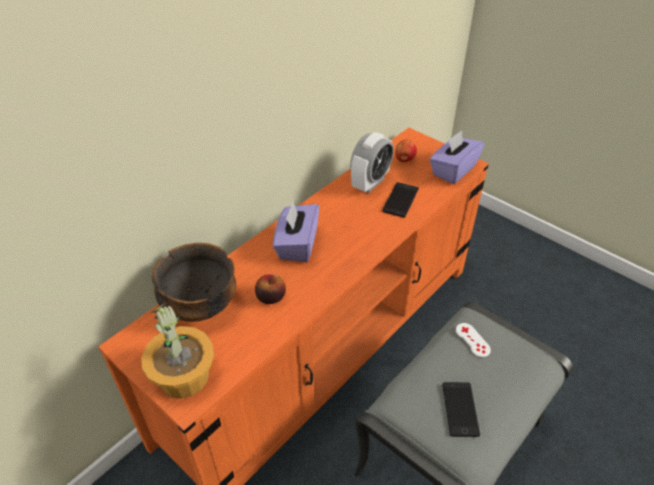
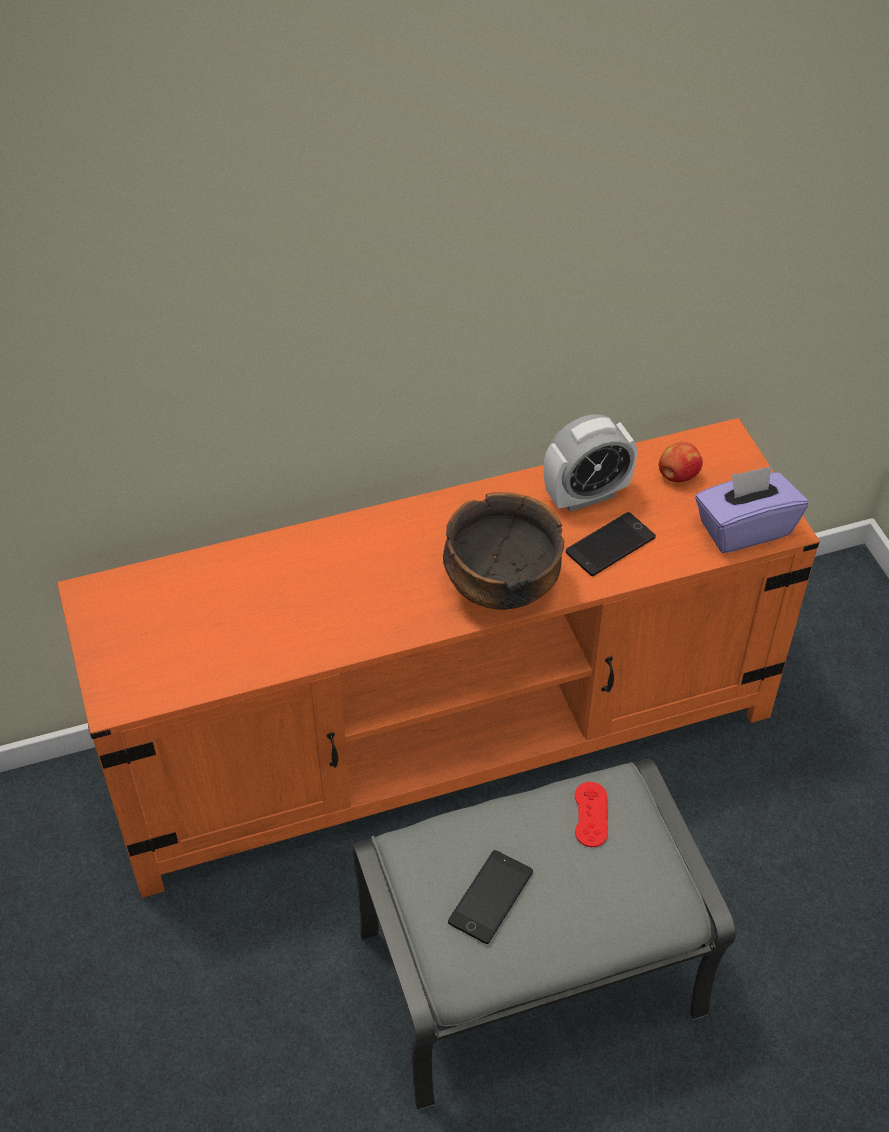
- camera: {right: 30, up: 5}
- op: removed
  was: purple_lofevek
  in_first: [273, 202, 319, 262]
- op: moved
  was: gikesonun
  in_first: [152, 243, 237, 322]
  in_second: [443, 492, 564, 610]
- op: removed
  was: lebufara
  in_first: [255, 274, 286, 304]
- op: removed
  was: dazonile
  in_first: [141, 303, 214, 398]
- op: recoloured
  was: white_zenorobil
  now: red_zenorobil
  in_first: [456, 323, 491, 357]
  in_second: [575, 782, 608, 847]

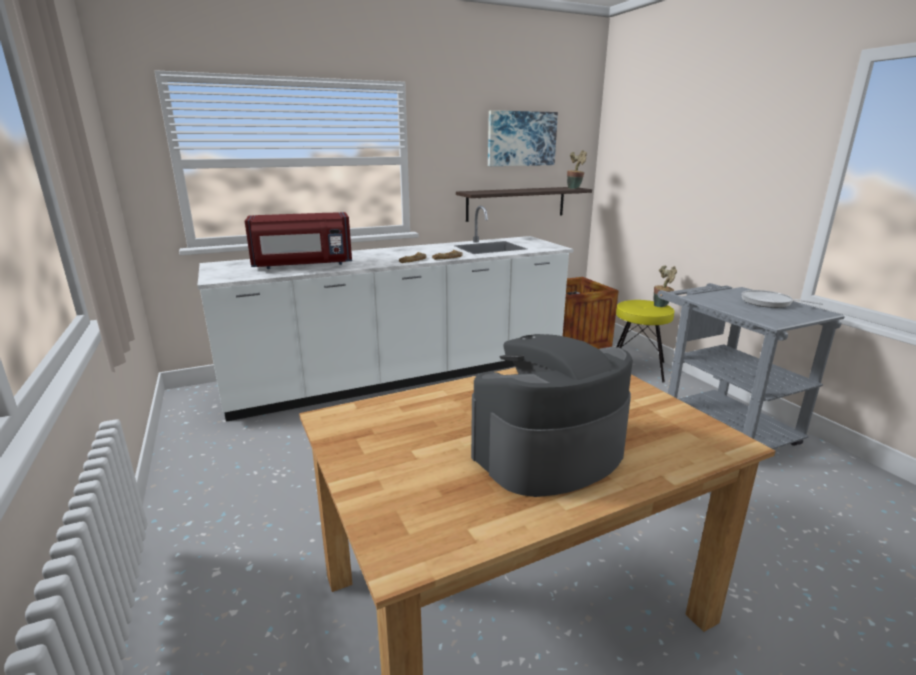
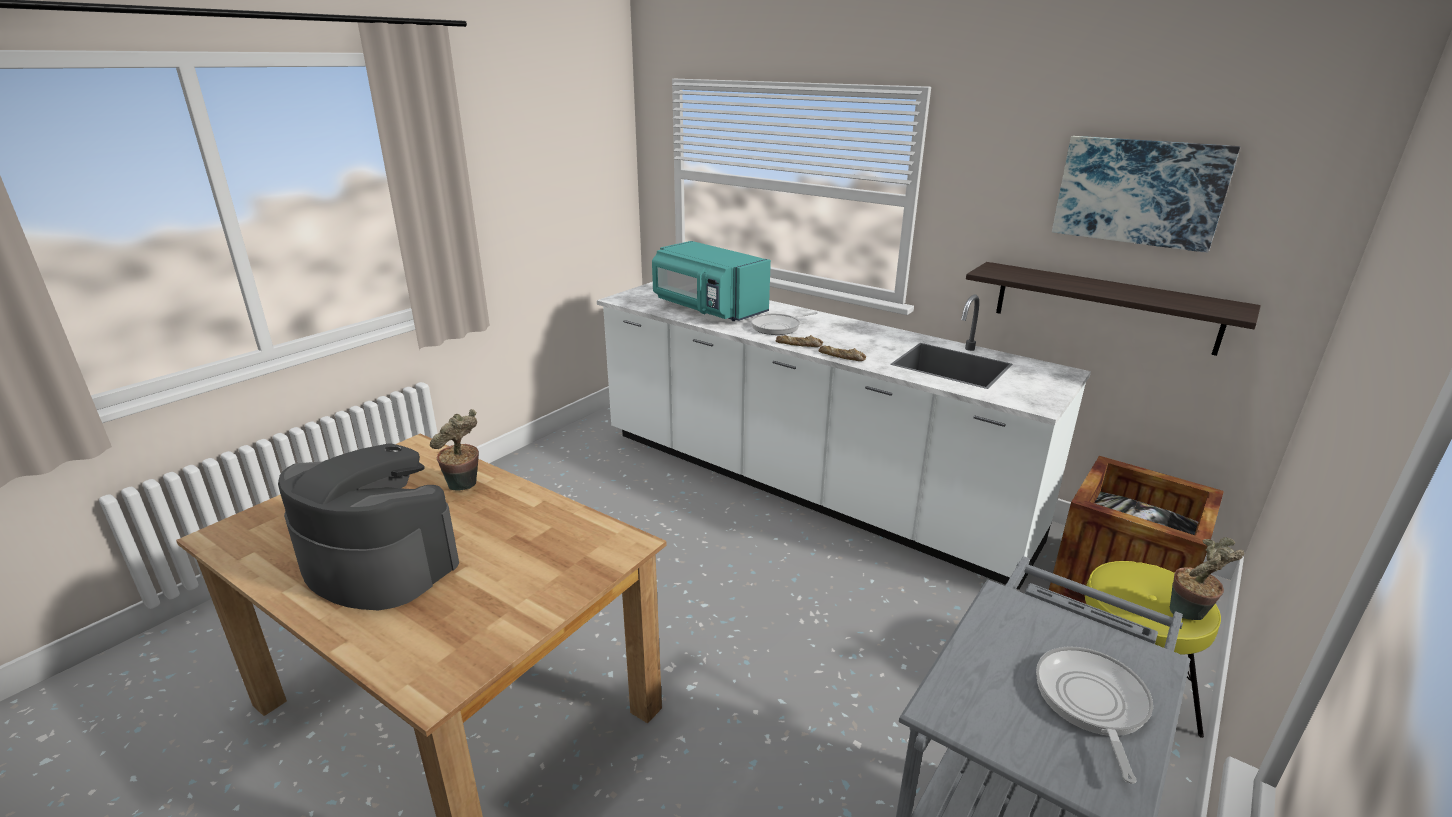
- camera: {right: 60, up: 5}
- op: moved
  was: dazonile
  in_first: [567, 150, 587, 189]
  in_second: [430, 409, 479, 491]
- op: recoloured
  was: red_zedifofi
  now: turquoise_zedifofi
  in_first: [245, 212, 352, 269]
  in_second: [652, 241, 771, 321]
- op: added
  now: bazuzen
  in_second: [751, 312, 818, 335]

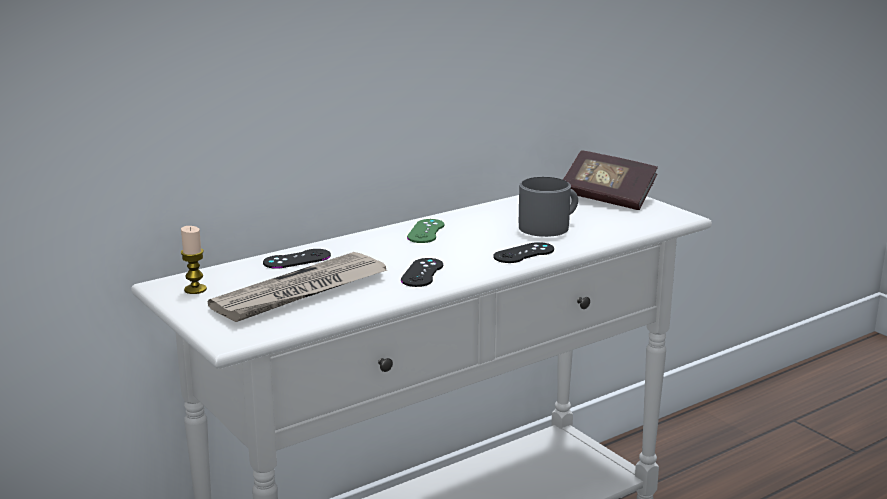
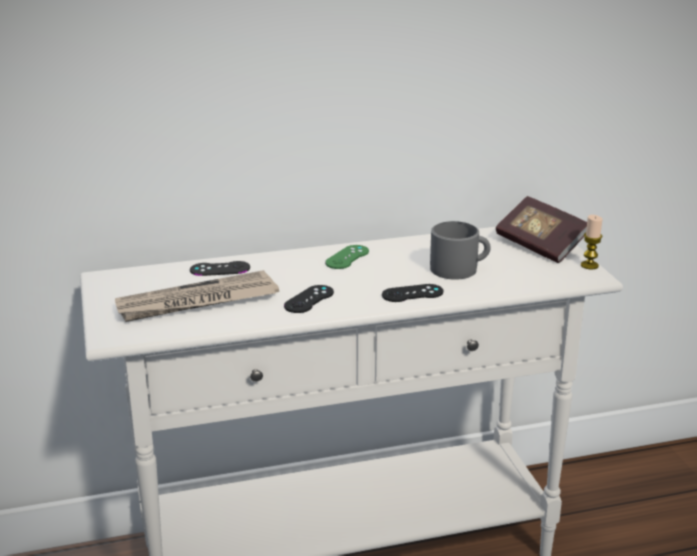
- camera: {right: 20, up: 5}
- op: moved
  was: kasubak
  in_first: [181, 226, 207, 294]
  in_second: [581, 215, 603, 269]

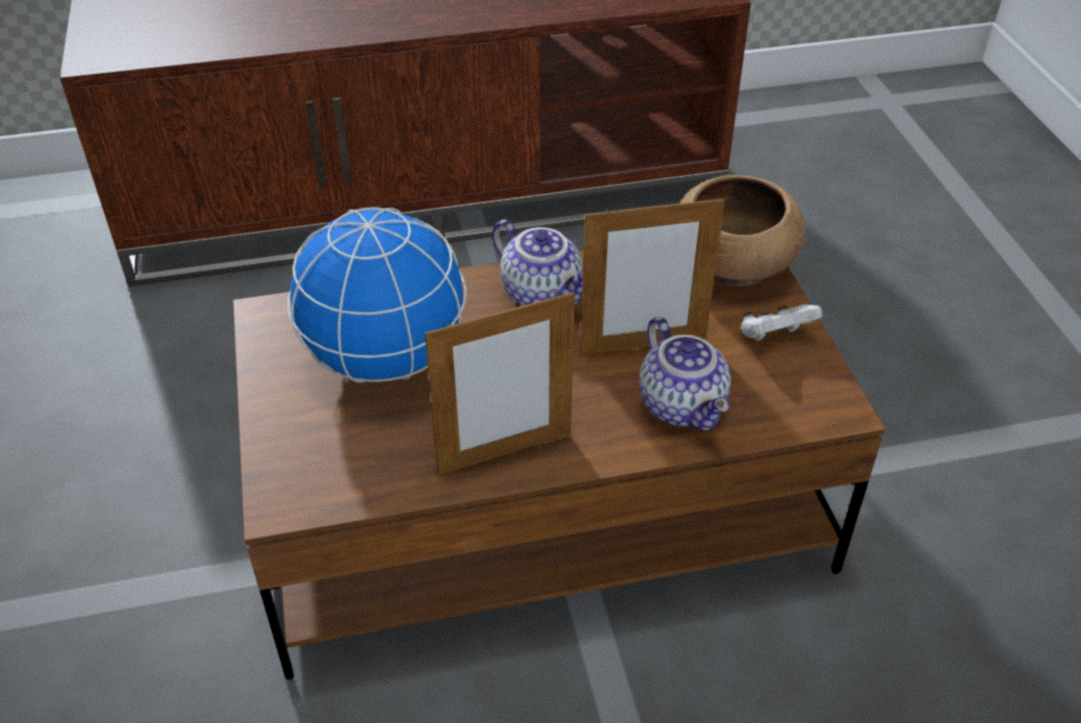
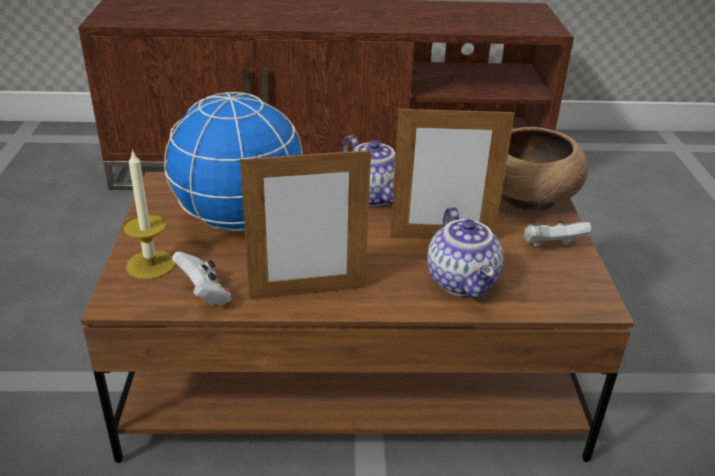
- camera: {right: 10, up: -10}
- op: added
  now: kasubak
  in_second: [123, 149, 175, 280]
- op: added
  now: white_zenorobil
  in_second: [172, 251, 231, 306]

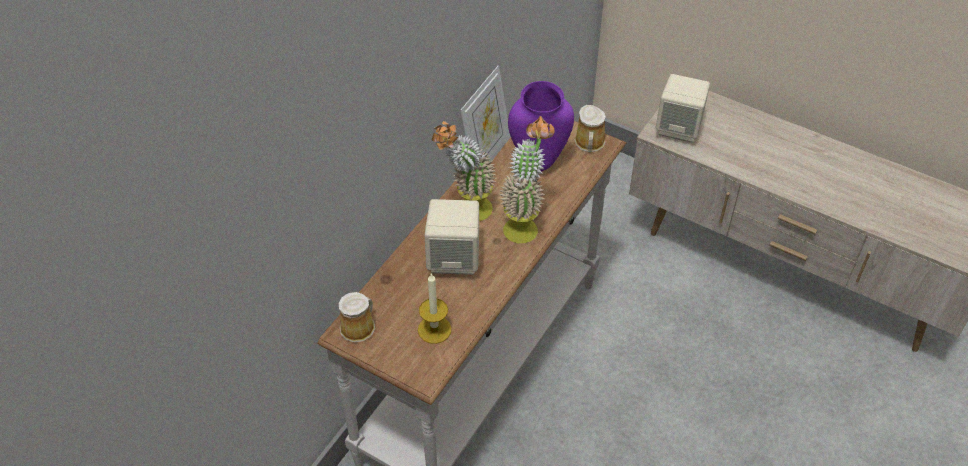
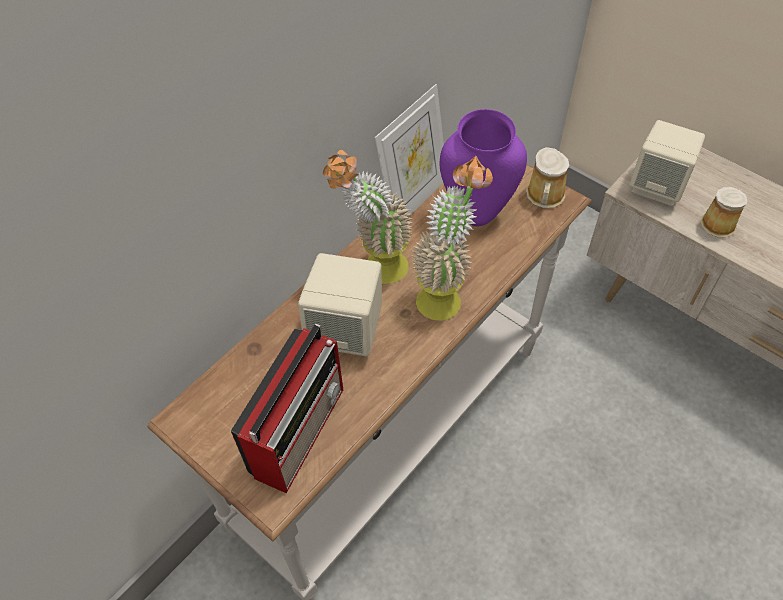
- camera: {right: 10, up: 5}
- op: replaced
  was: kasubak
  now: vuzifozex
  in_first: [418, 273, 452, 344]
  in_second: [231, 324, 343, 493]
- op: moved
  was: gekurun
  in_first: [339, 292, 375, 342]
  in_second: [701, 187, 748, 237]

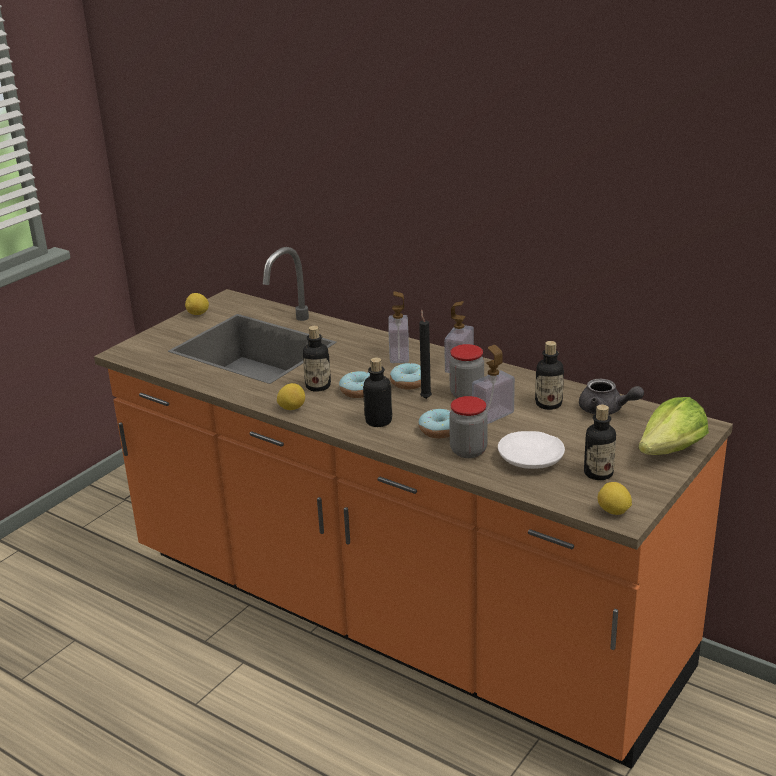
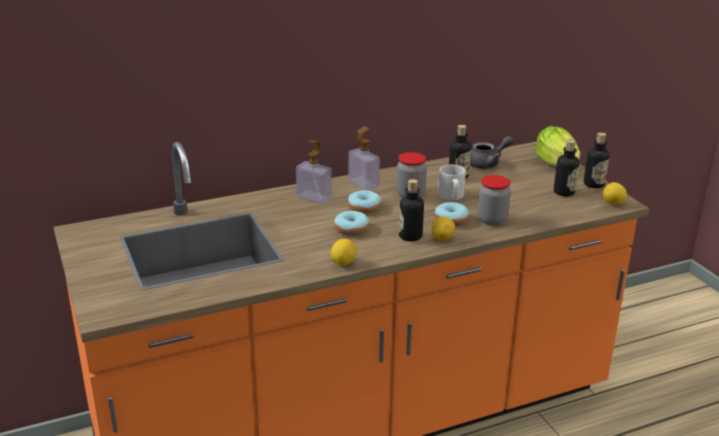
- camera: {right: -60, up: 0}
- op: moved
  was: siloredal
  in_first: [185, 293, 209, 315]
  in_second: [431, 217, 455, 241]
- op: removed
  was: black_kasubak
  in_first: [419, 309, 432, 399]
- op: moved
  was: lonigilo
  in_first: [303, 326, 331, 392]
  in_second: [584, 132, 610, 188]
- op: replaced
  was: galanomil
  now: grey_gekurun
  in_first: [472, 345, 515, 424]
  in_second: [438, 165, 466, 200]
- op: removed
  was: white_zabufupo
  in_first: [498, 431, 565, 469]

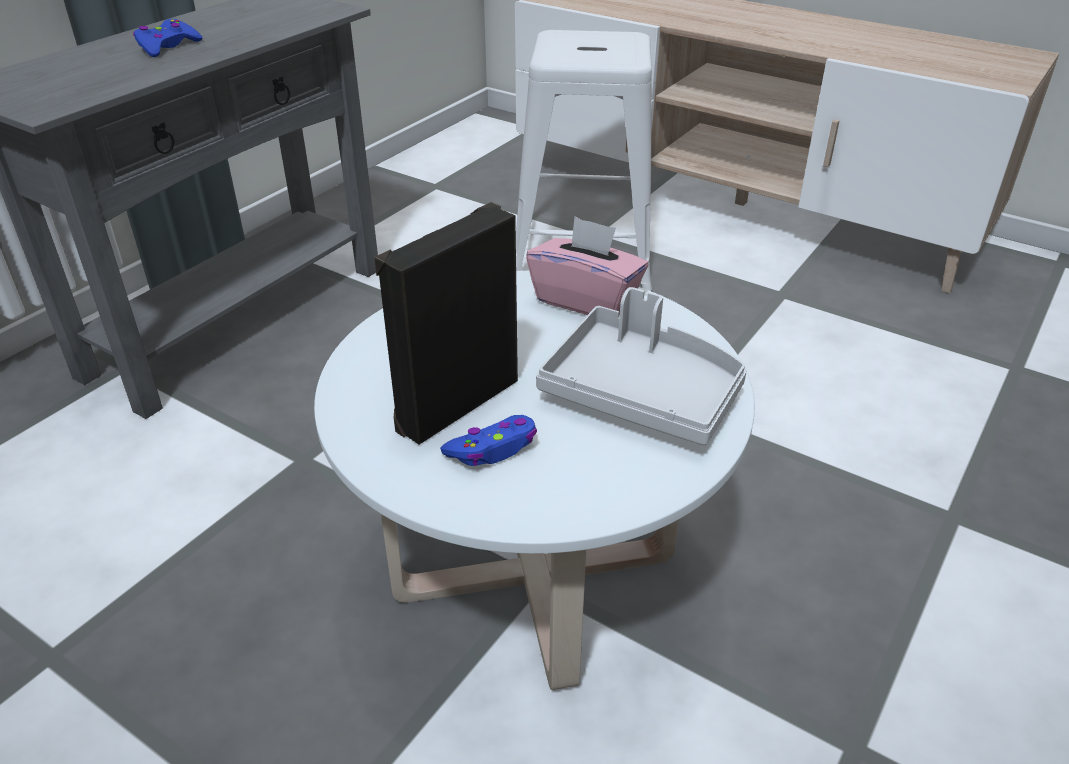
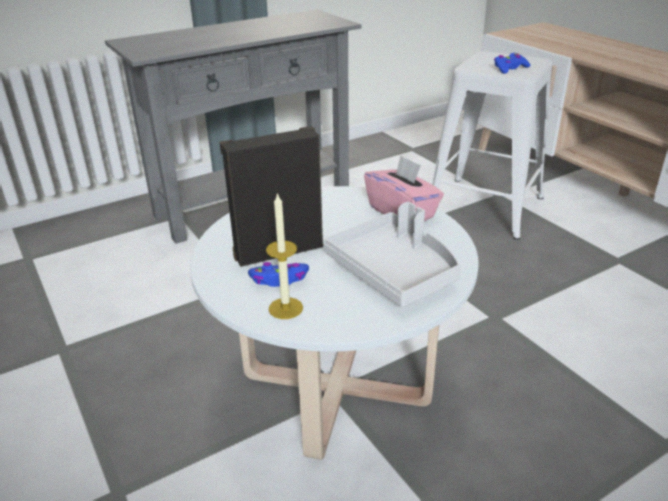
- camera: {right: 25, up: -5}
- op: moved
  was: blue_zenorobil
  in_first: [133, 19, 202, 57]
  in_second: [494, 53, 530, 74]
- op: added
  now: kasubak
  in_second: [266, 192, 303, 319]

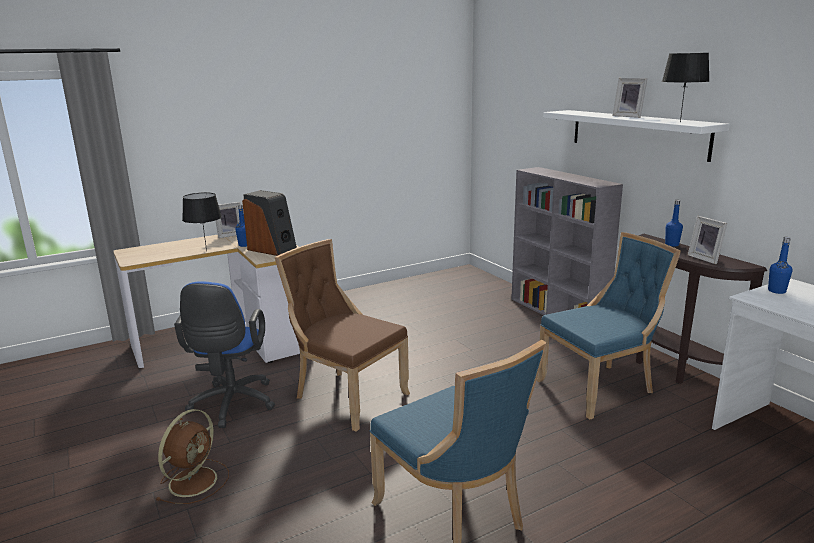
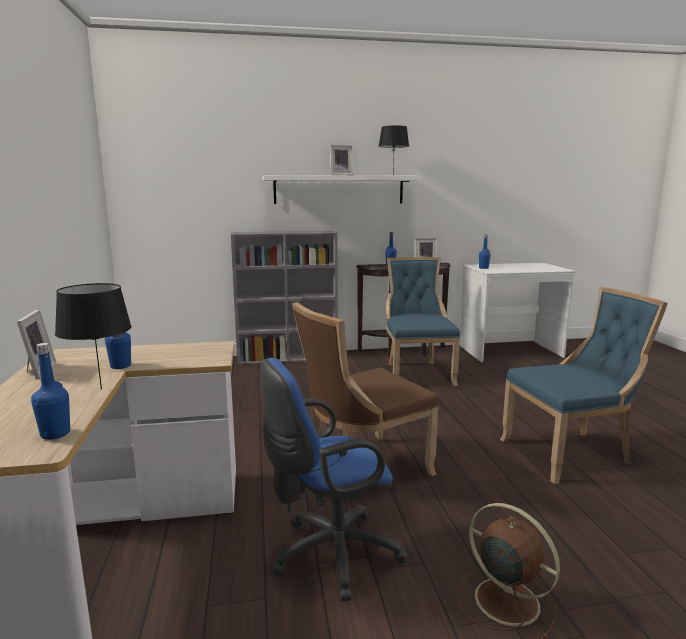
- camera: {right: -70, up: -5}
- op: removed
  was: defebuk
  in_first: [242, 190, 297, 256]
- op: turned
  was: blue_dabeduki
  in_first: [174, 281, 275, 428]
  in_second: [261, 358, 407, 602]
  clockwise: 135
- op: added
  now: blue_lonigilo
  in_second: [31, 343, 70, 440]

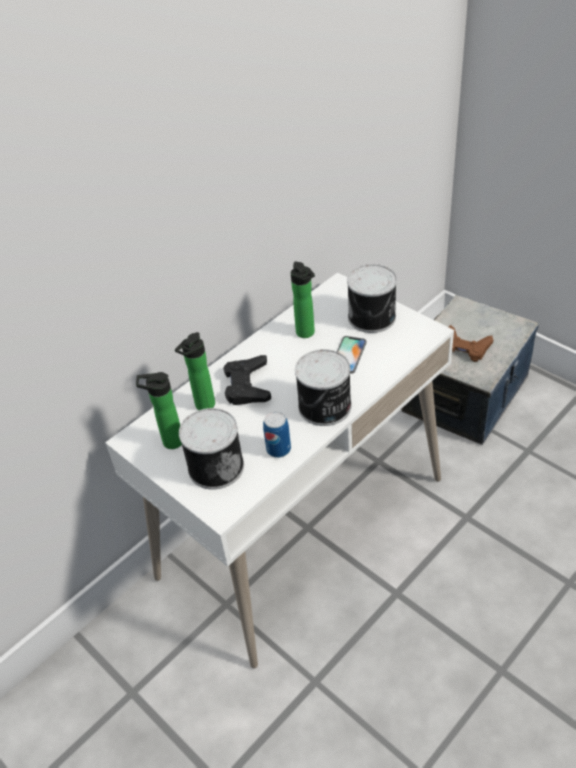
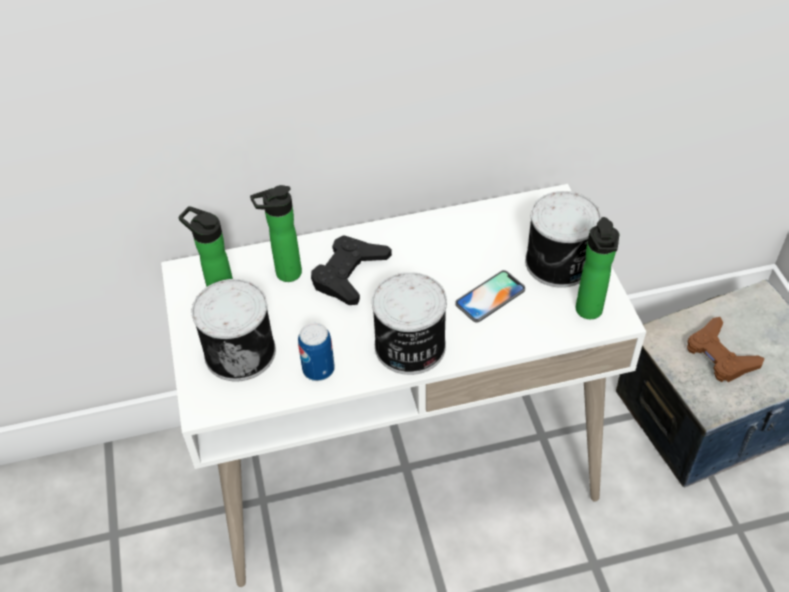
- camera: {right: 30, up: 5}
- op: moved
  was: lonigilo
  in_first: [291, 262, 315, 338]
  in_second: [576, 217, 619, 319]

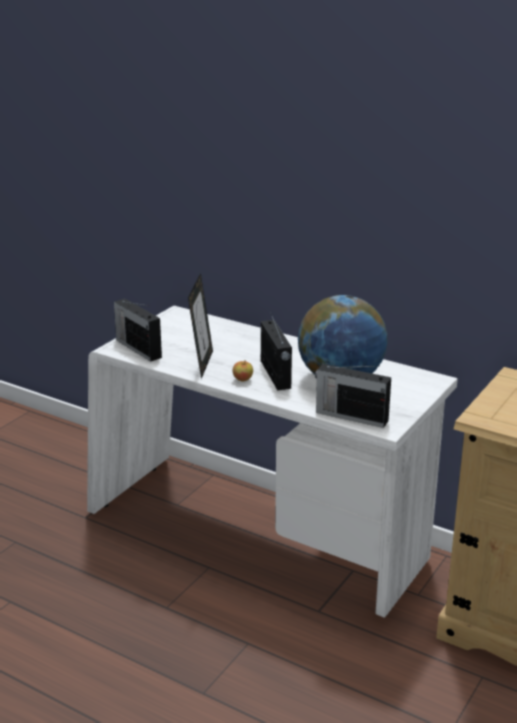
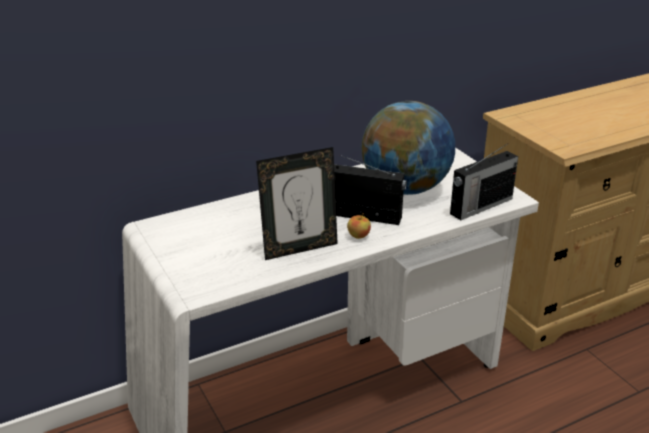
- camera: {right: -60, up: 5}
- op: turned
  was: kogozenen
  in_first: [188, 273, 213, 379]
  in_second: [256, 147, 338, 260]
  clockwise: 120
- op: removed
  was: vuzifozex
  in_first: [114, 299, 162, 362]

